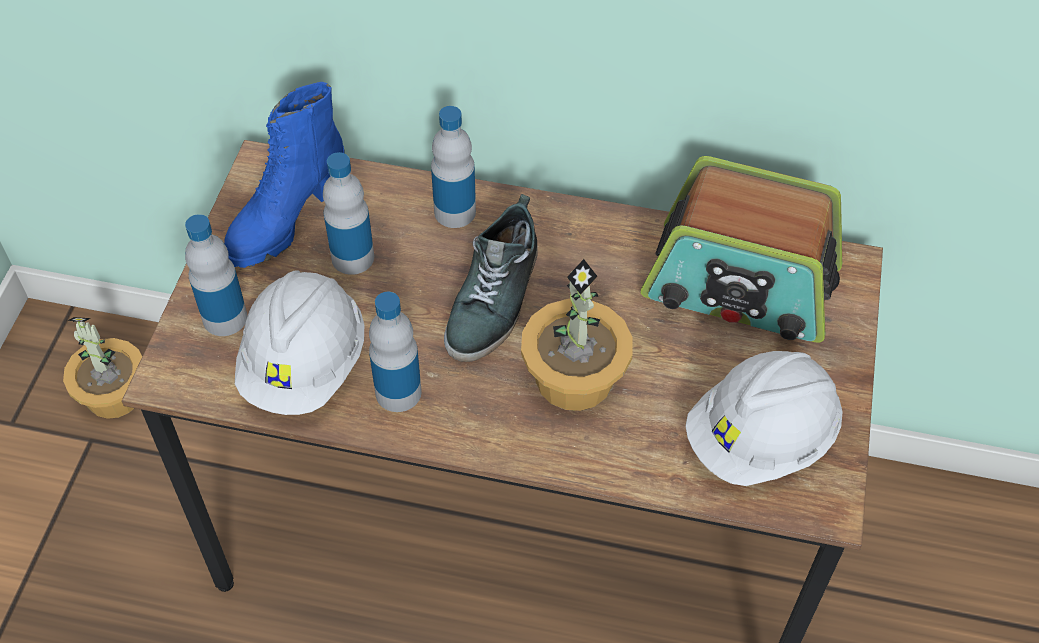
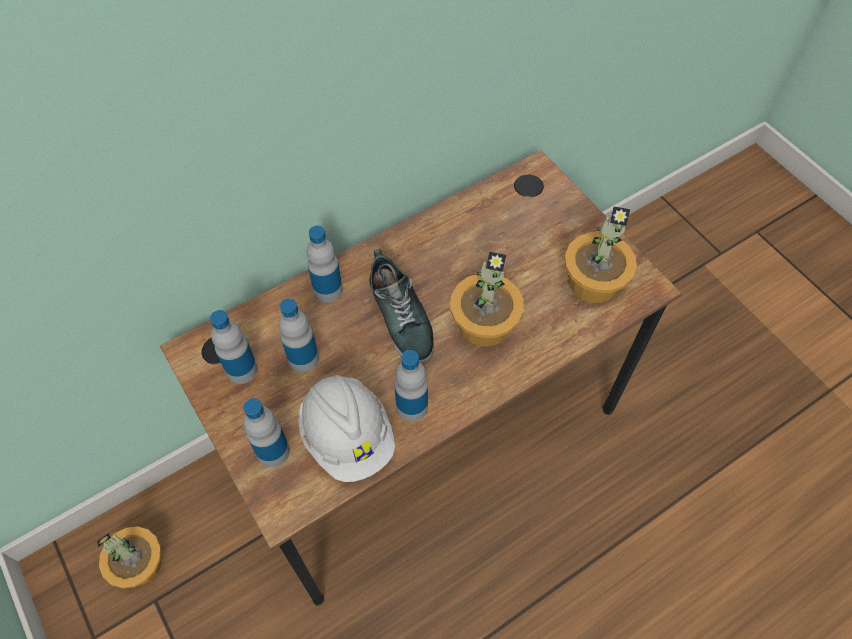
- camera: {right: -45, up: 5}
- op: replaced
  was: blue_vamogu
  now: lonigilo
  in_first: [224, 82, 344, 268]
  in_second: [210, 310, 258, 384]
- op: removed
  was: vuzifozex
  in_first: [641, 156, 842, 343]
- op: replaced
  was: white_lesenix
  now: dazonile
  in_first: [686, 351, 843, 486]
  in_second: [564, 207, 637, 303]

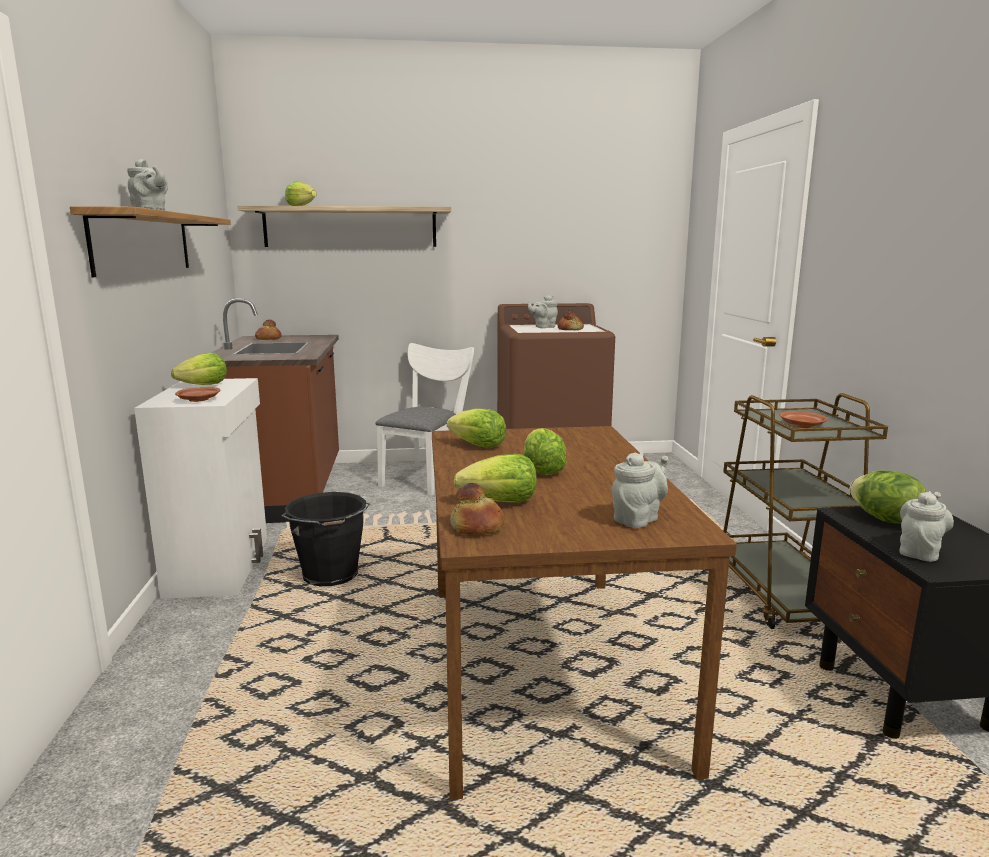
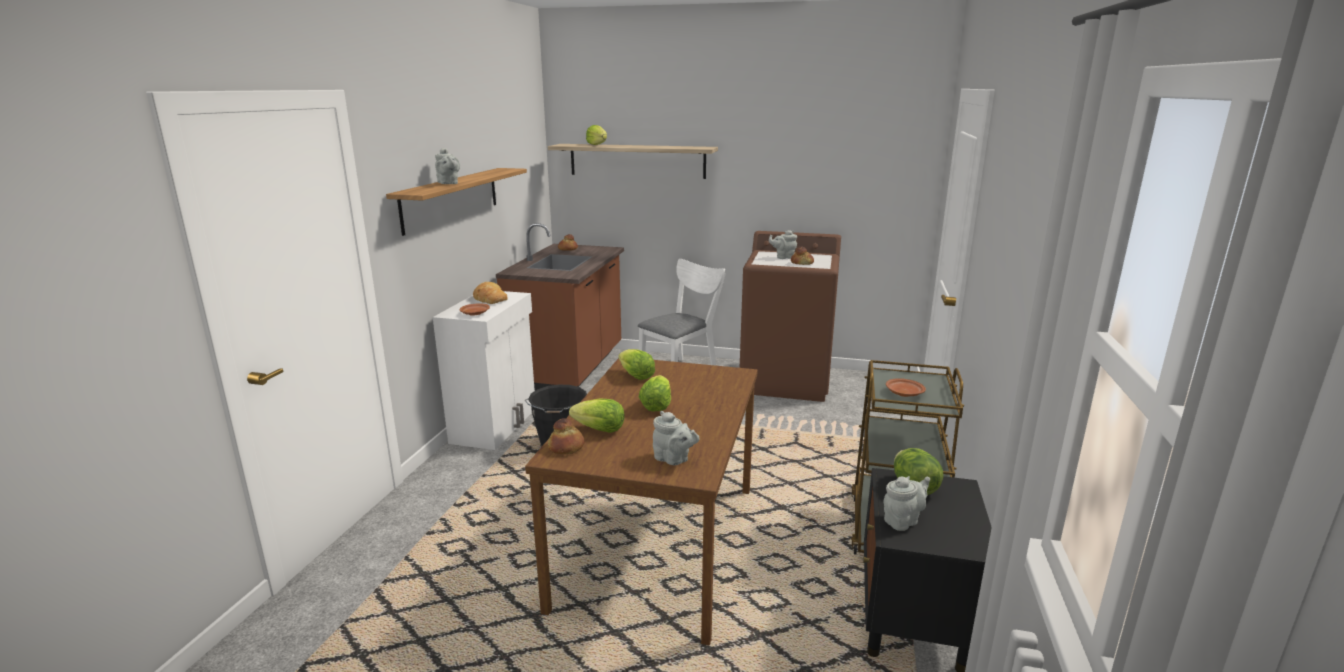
- camera: {right: 20, up: 5}
- op: replaced
  was: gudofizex
  now: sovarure
  in_first: [171, 353, 227, 385]
  in_second: [473, 282, 508, 304]
- op: turned
  was: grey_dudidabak
  in_first: [612, 452, 668, 528]
  in_second: [653, 411, 700, 465]
  clockwise: 60

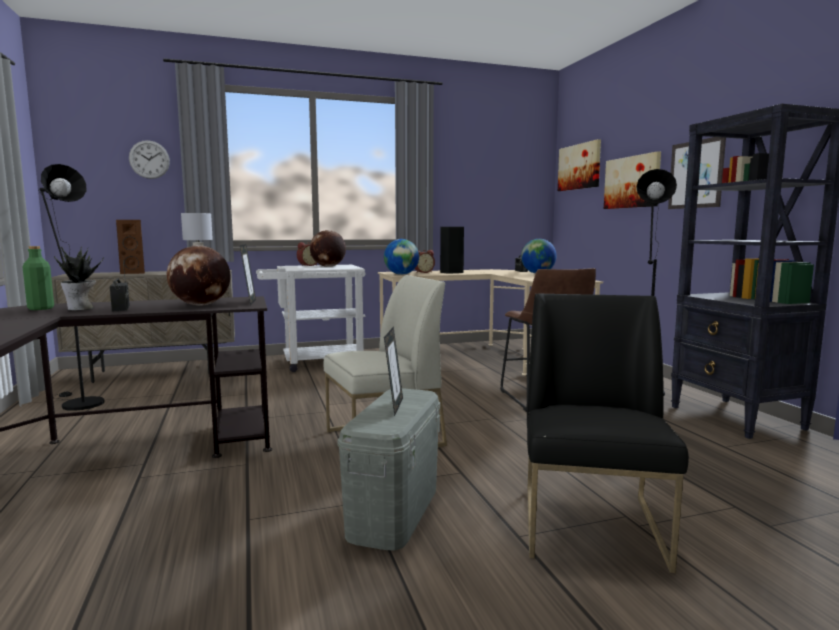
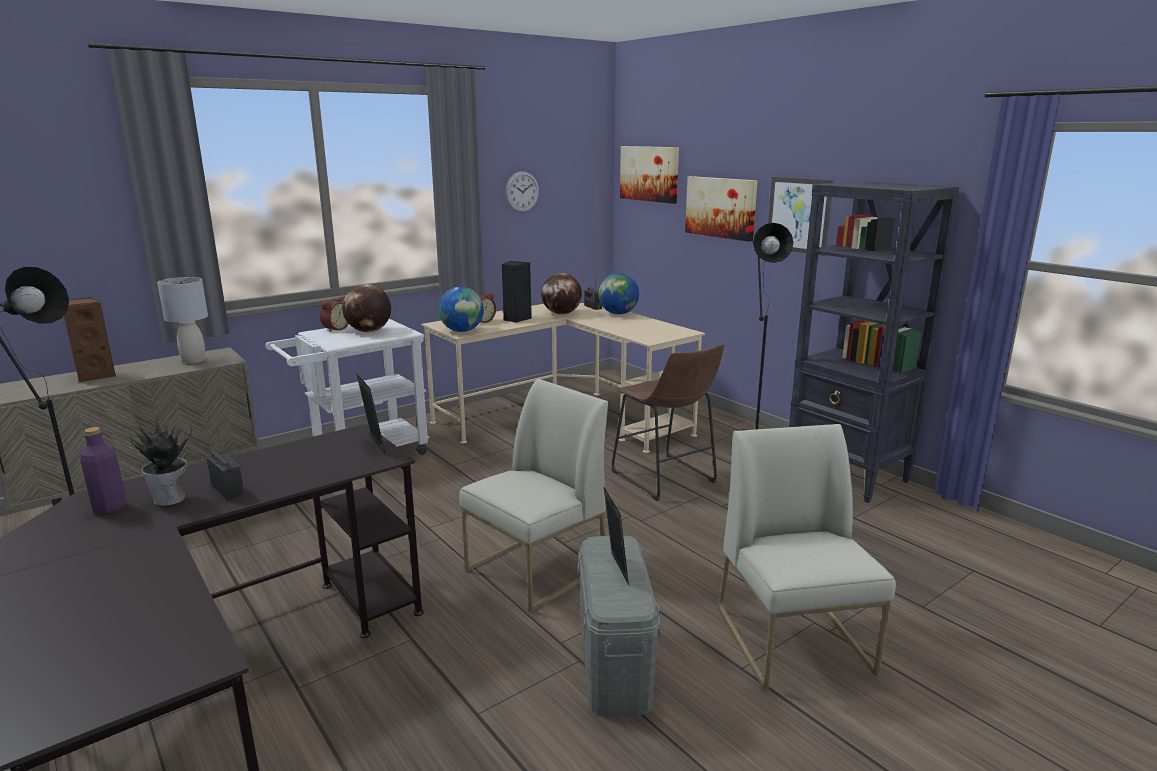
- camera: {right: -20, up: 10}
- op: moved
  was: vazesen
  in_first: [129, 140, 170, 179]
  in_second: [506, 171, 539, 212]
- op: moved
  was: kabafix
  in_first: [167, 245, 230, 306]
  in_second: [541, 273, 582, 314]
- op: recoloured
  was: green_lonigilo
  now: purple_lonigilo
  in_first: [23, 246, 54, 310]
  in_second: [80, 427, 127, 514]
- op: recoloured
  was: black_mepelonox
  now: white_mepelonox
  in_first: [527, 293, 689, 573]
  in_second: [718, 424, 896, 690]

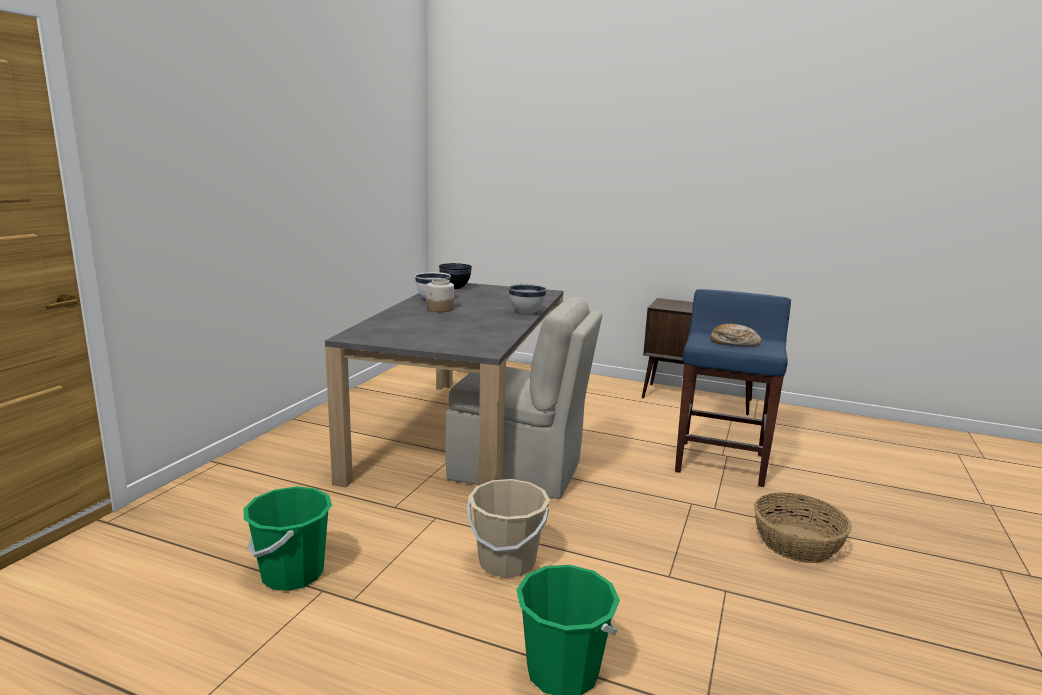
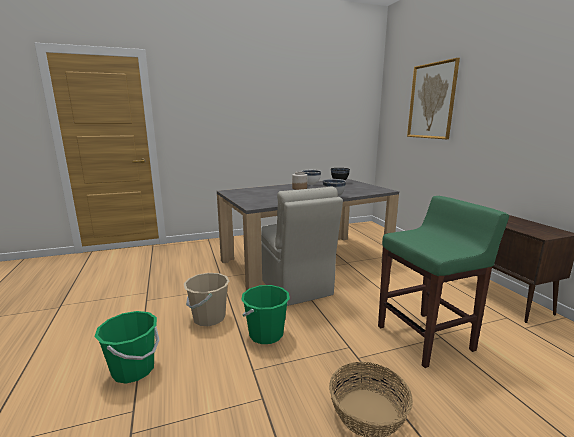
- camera: {right: 50, up: 0}
- op: recoloured
  was: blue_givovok
  now: green_givovok
  in_first: [675, 289, 791, 487]
  in_second: [378, 196, 509, 368]
- op: removed
  was: sovarure
  in_first: [710, 324, 762, 347]
- op: moved
  was: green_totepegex
  in_first: [243, 487, 332, 591]
  in_second: [241, 285, 290, 344]
- op: added
  now: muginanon
  in_second: [407, 58, 460, 139]

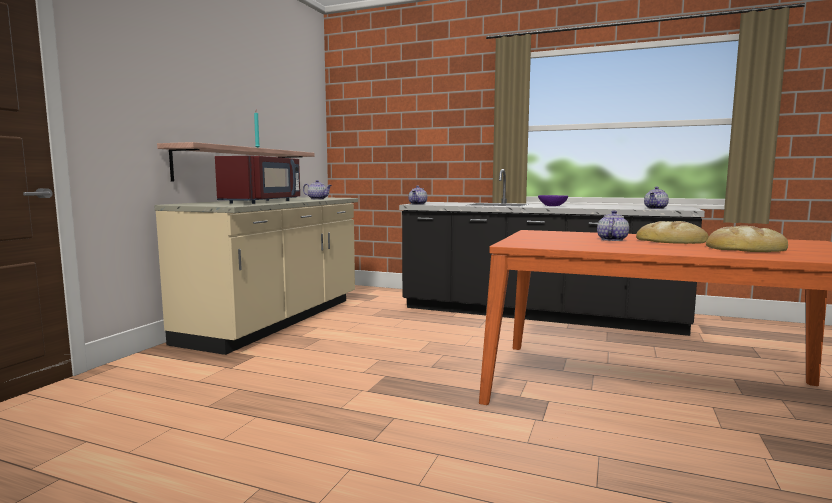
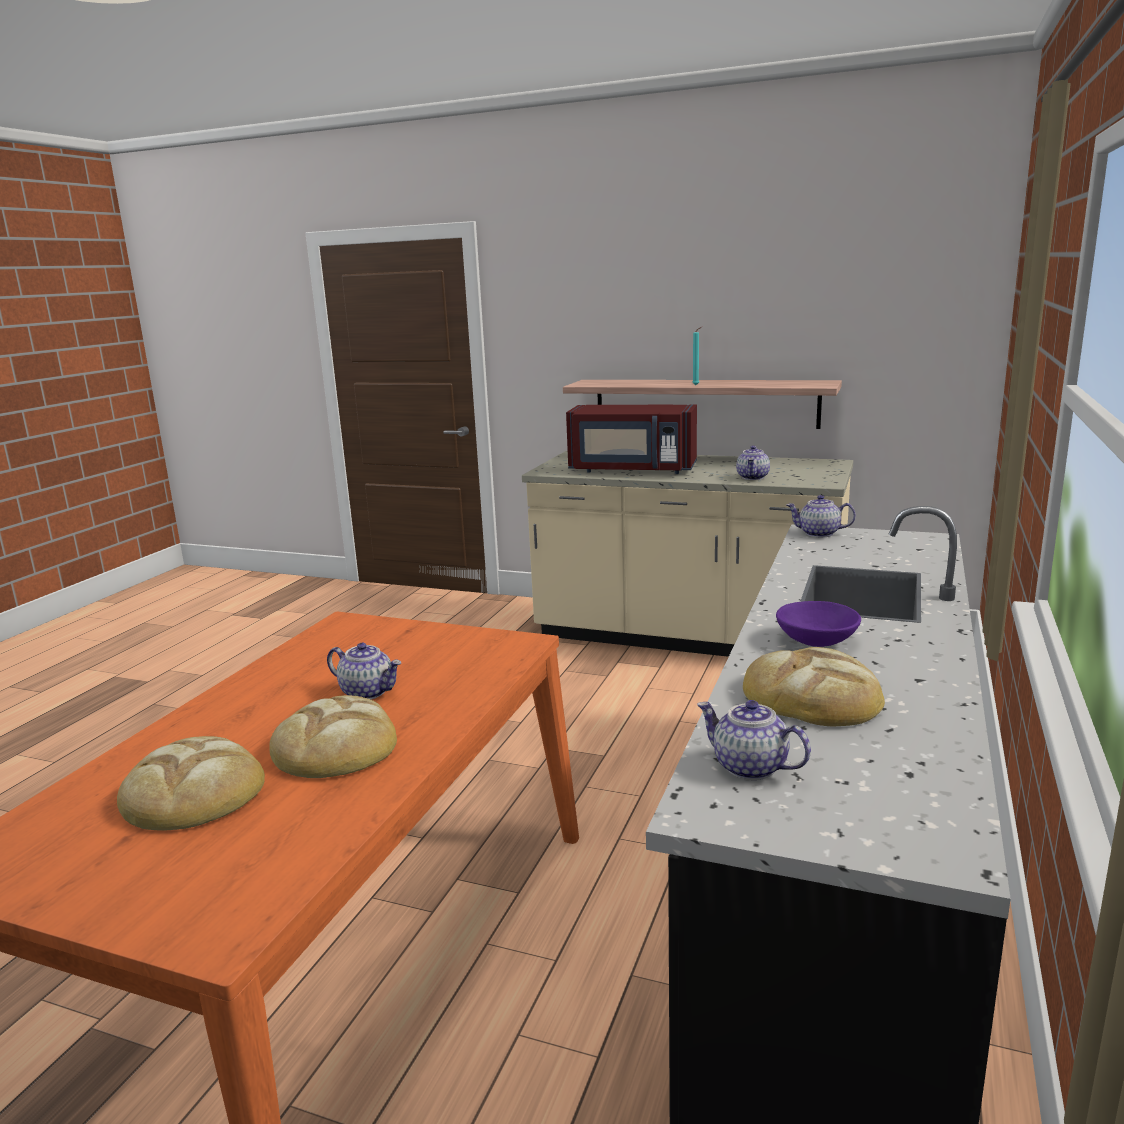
- camera: {right: 90, up: 10}
- op: added
  now: sovarure
  in_second: [743, 647, 885, 726]

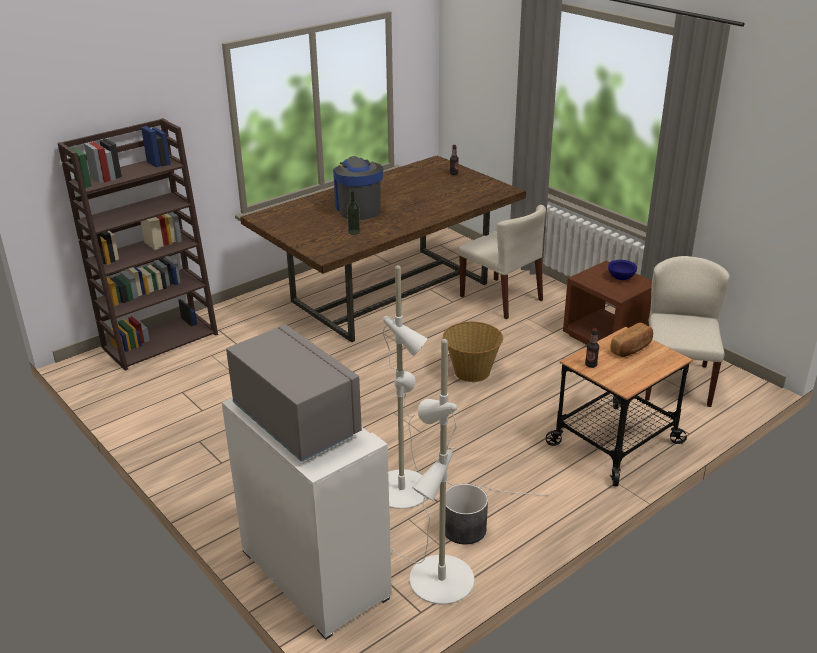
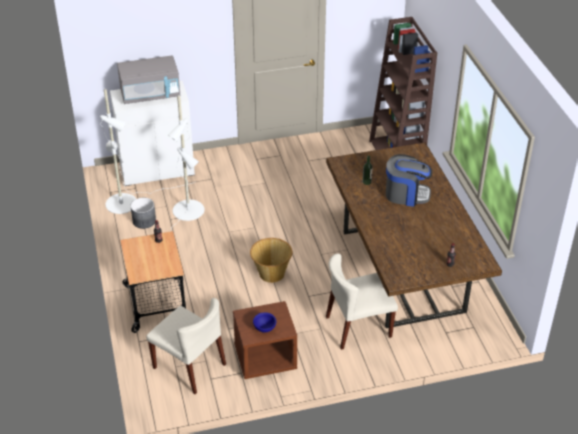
- camera: {right: 115, up: 10}
- op: removed
  was: sovarure
  in_first: [610, 323, 653, 357]

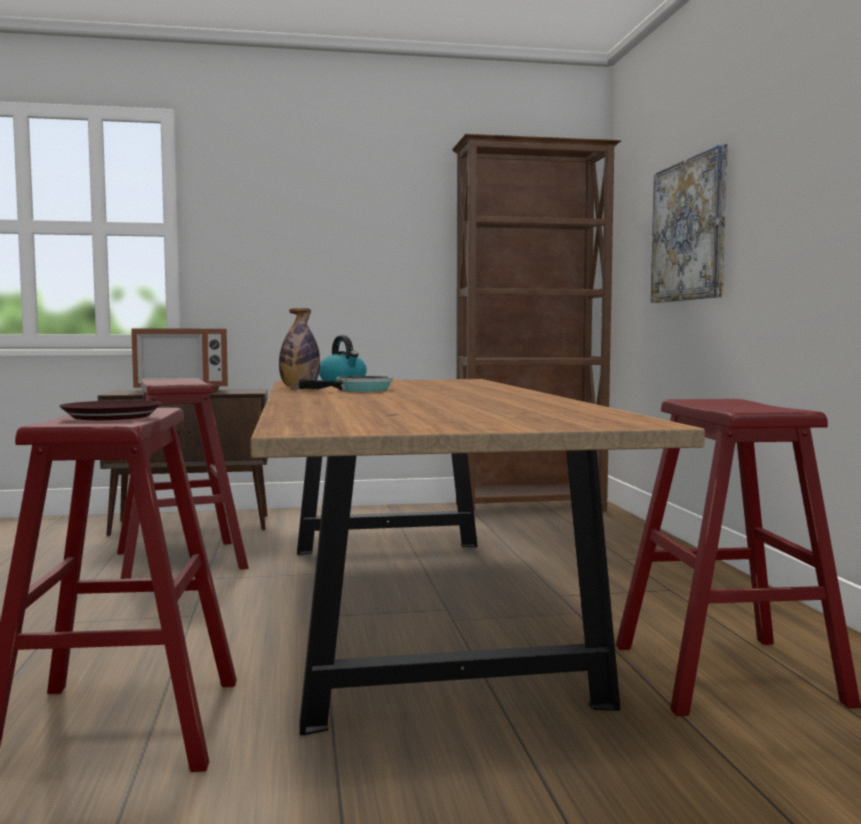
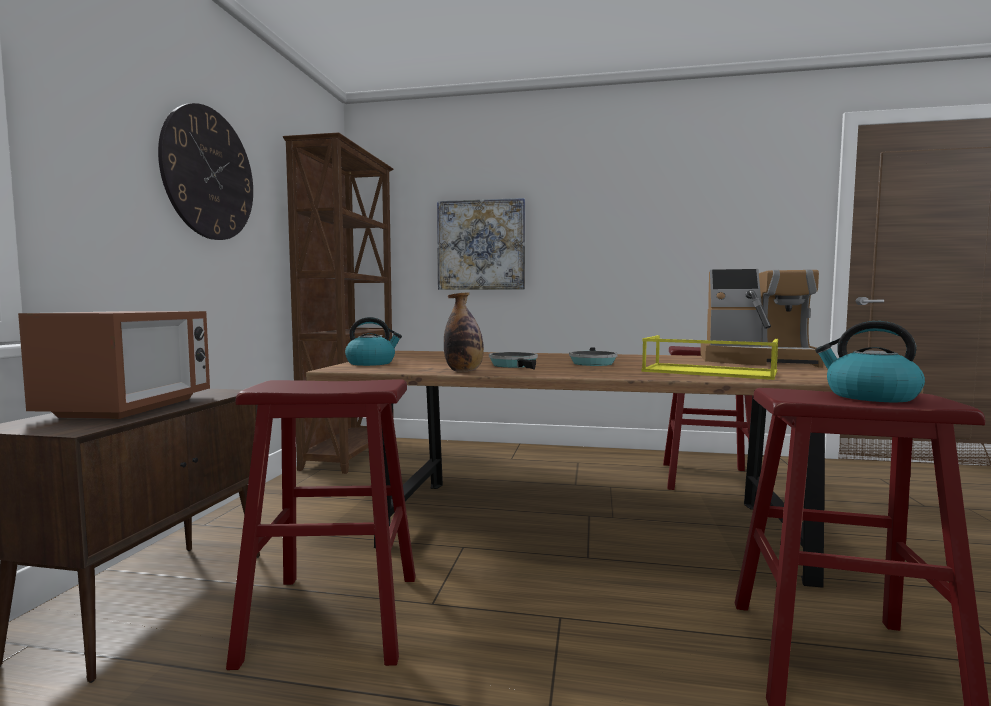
- camera: {right: -70, up: 0}
- op: replaced
  was: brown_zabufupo
  now: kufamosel
  in_first: [59, 400, 162, 420]
  in_second: [815, 321, 925, 402]
- op: added
  now: vazesen
  in_second: [158, 103, 253, 240]
- op: added
  now: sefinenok
  in_second: [700, 269, 823, 368]
- op: added
  now: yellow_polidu
  in_second: [641, 335, 778, 380]
- op: added
  now: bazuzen
  in_second: [569, 348, 618, 366]

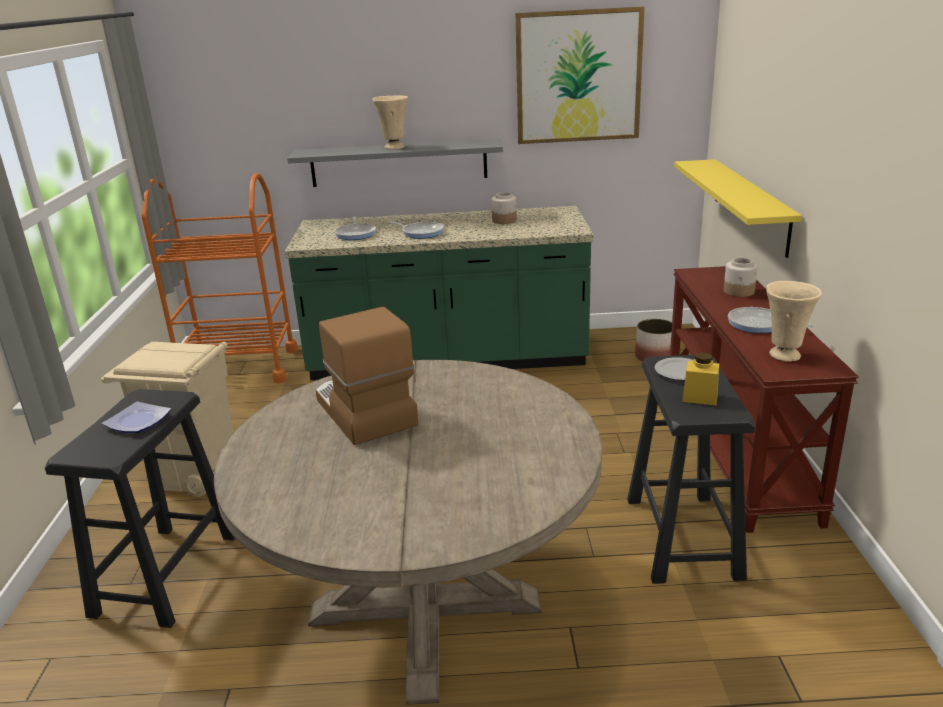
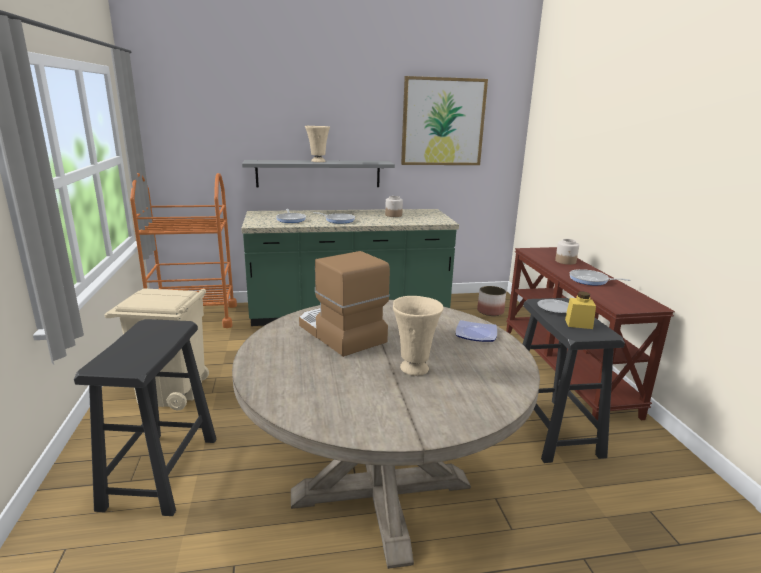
- camera: {right: -10, up: -5}
- op: removed
  was: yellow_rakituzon
  in_first: [674, 159, 802, 258]
- op: moved
  was: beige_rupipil
  in_first: [766, 281, 822, 362]
  in_second: [393, 296, 444, 376]
- op: moved
  was: zabufupo
  in_first: [102, 402, 171, 433]
  in_second: [456, 320, 497, 342]

